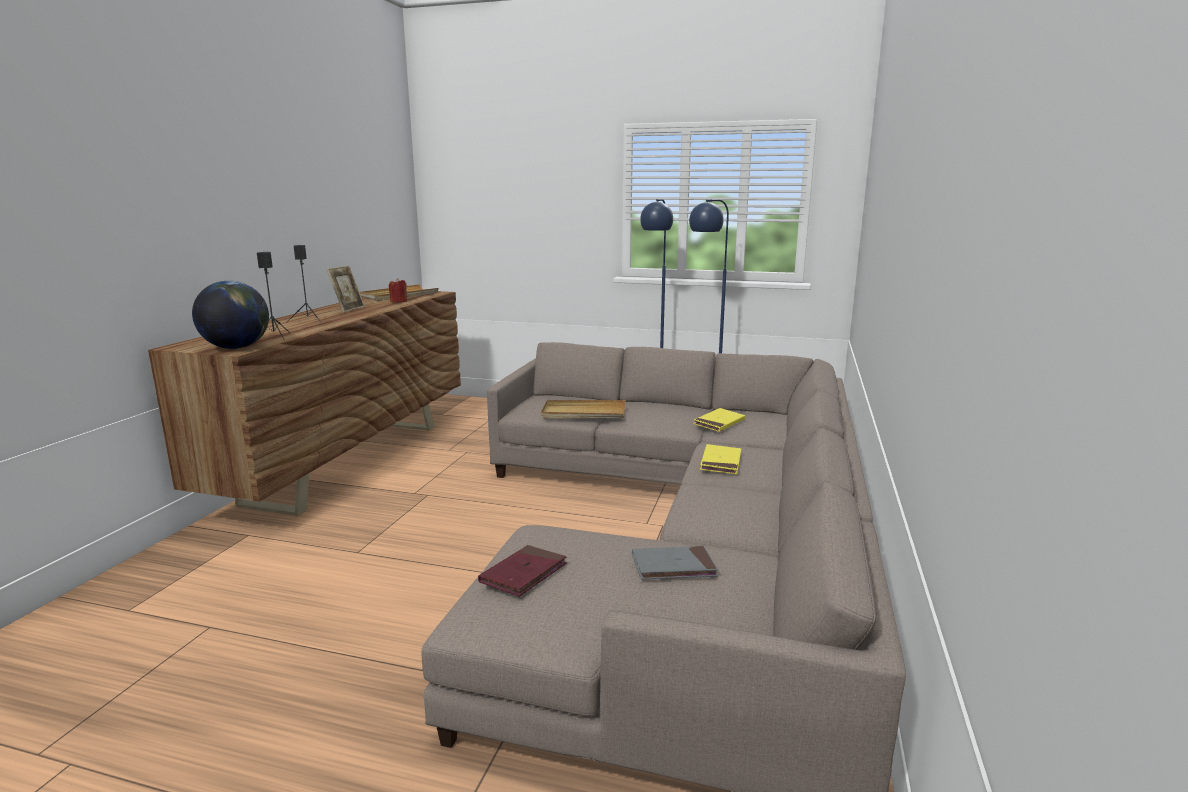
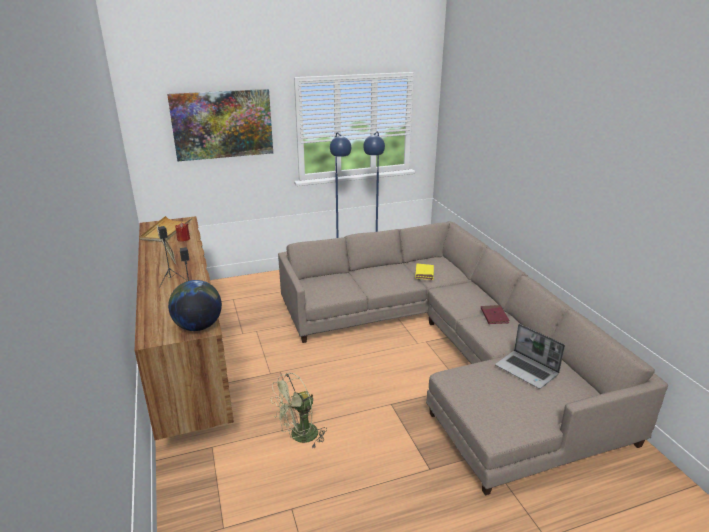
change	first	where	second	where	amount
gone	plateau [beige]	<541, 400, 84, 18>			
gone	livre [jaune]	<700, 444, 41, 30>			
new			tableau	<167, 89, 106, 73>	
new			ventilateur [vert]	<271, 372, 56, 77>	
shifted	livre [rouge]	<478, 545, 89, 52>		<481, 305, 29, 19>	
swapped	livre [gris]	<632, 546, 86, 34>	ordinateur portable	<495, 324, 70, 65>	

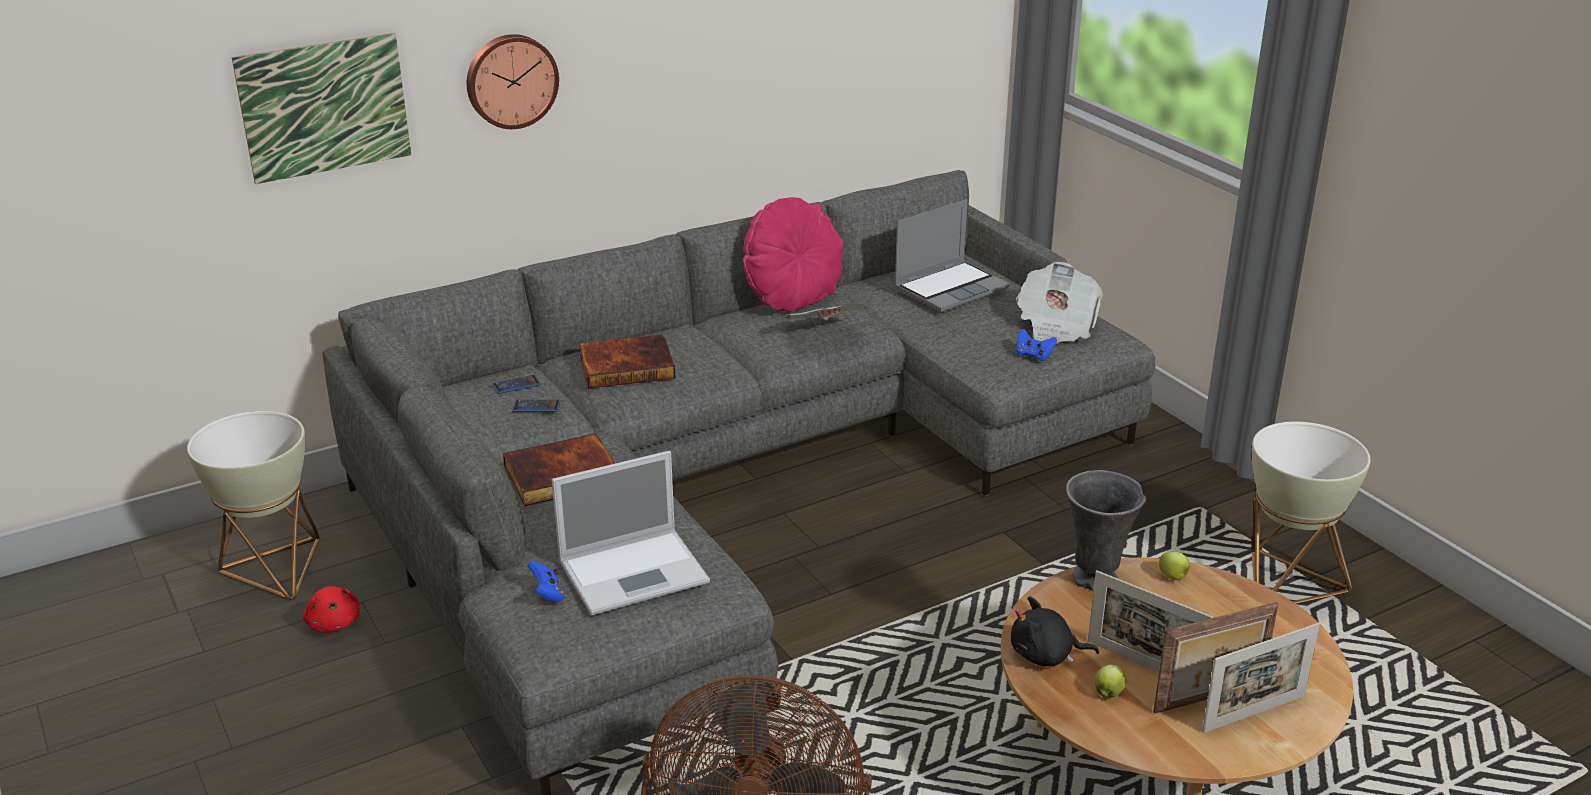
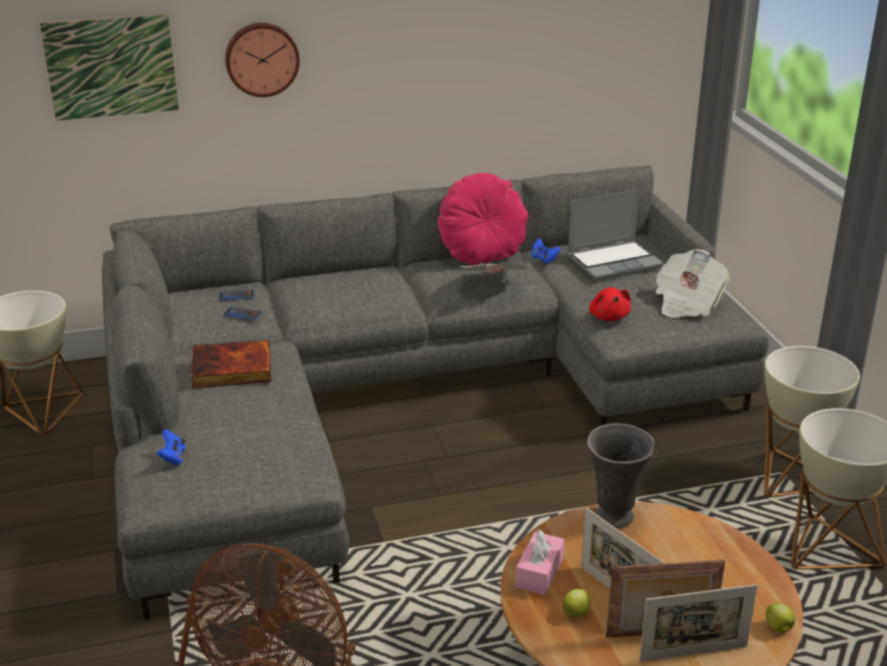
change	first	where	second	where	amount
gone	ordinateur portable	<552, 451, 158, 165>			
gone	livre	<579, 334, 97, 54>			
new			cache-pot	<764, 346, 96, 151>	
shifted	peluche [rouge]	<303, 586, 57, 47>		<589, 288, 42, 33>	
shifted	manette [bleu]	<1016, 329, 41, 32>		<531, 238, 29, 26>	
shifted	pomme	<1159, 551, 31, 29>		<766, 603, 29, 30>	
swapped	peluche [noir]	<1011, 596, 88, 70>	boîte à mouchoirs [rose]	<515, 529, 49, 66>	

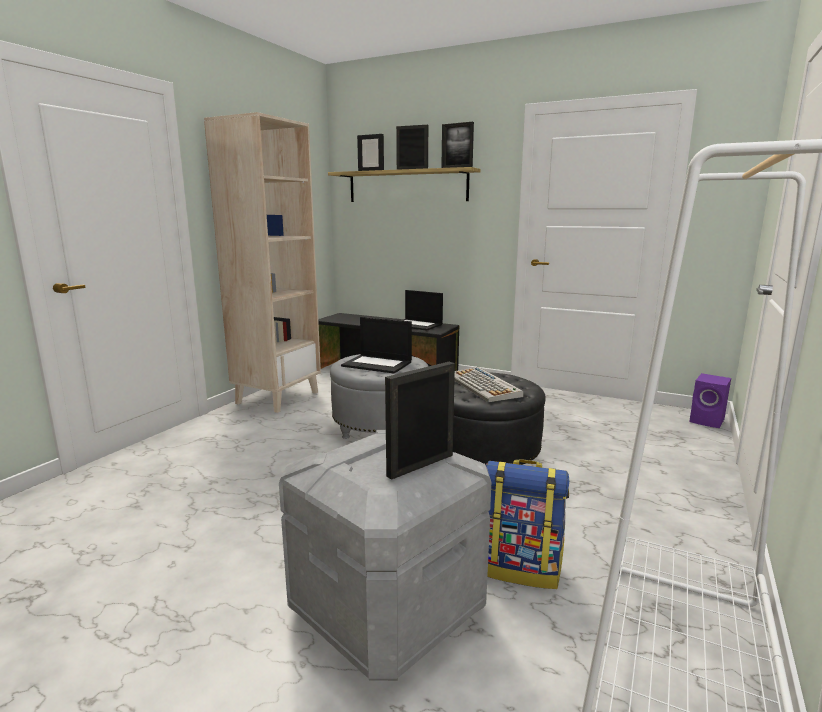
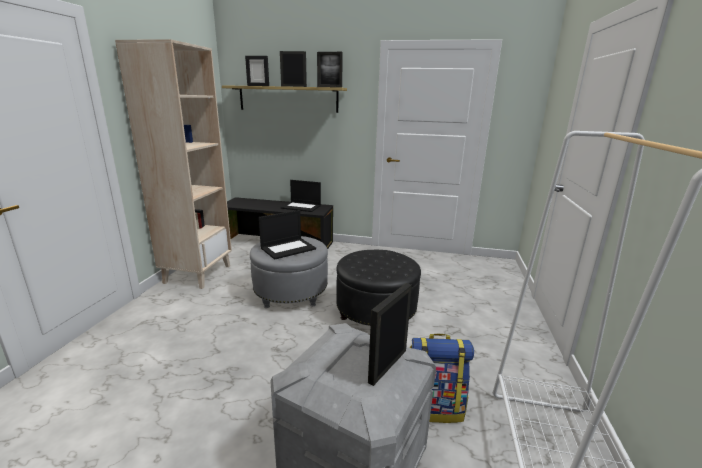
change	first	where	second	where	amount
gone	clavier	<454, 367, 70, 35>			
gone	enceinte [violet]	<689, 373, 42, 55>			
rotated	ordinateur portable	<341, 317, 71, 57>		<259, 210, 57, 50>	45 degrees counterclockwise

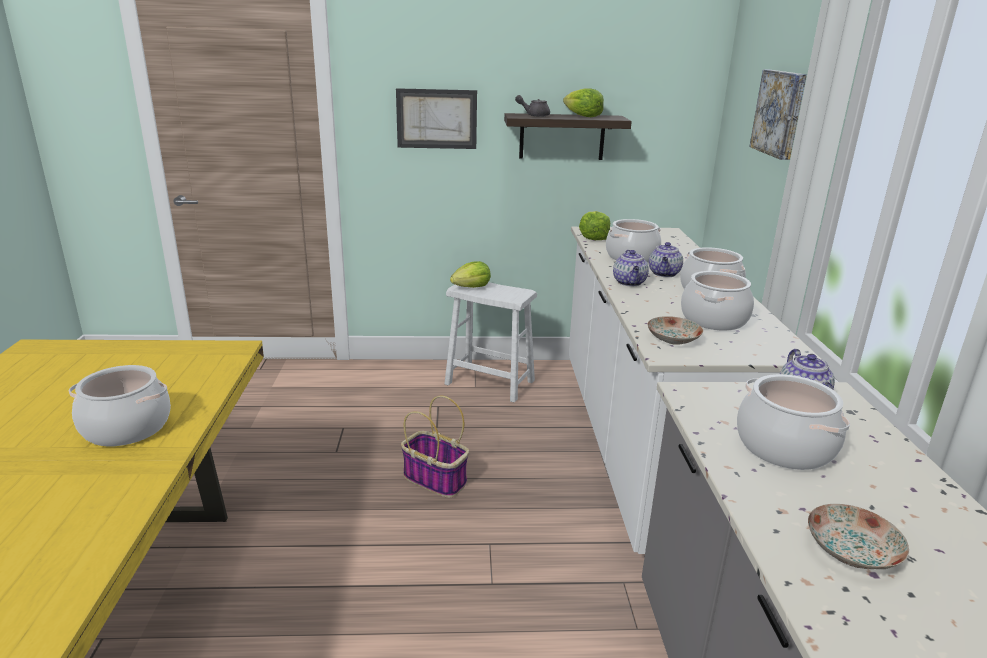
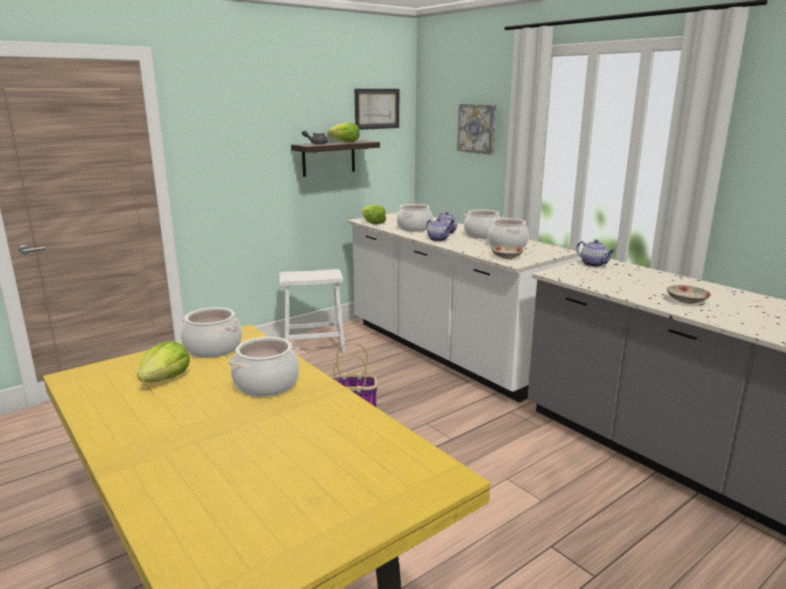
change	first	where	second	where	amount
shifted	tableau	<396, 88, 81, 61>		<355, 89, 44, 41>	
shifted	laitue	<450, 261, 41, 27>		<137, 341, 53, 41>	
shifted	marmite	<737, 374, 113, 96>		<181, 307, 61, 51>	

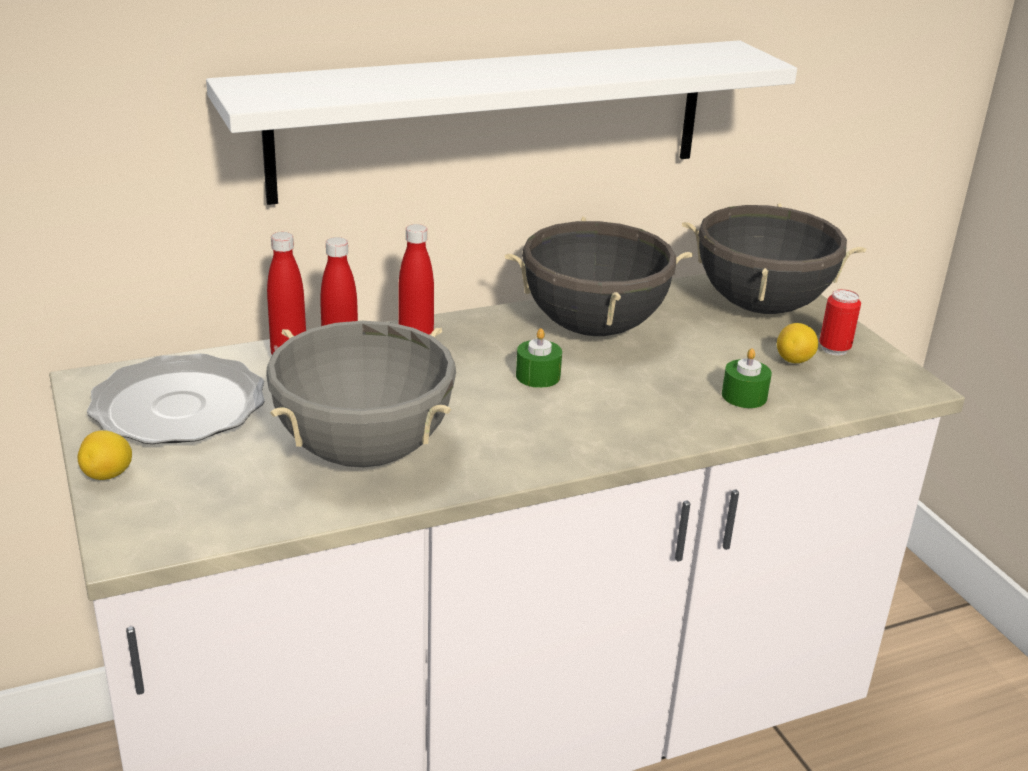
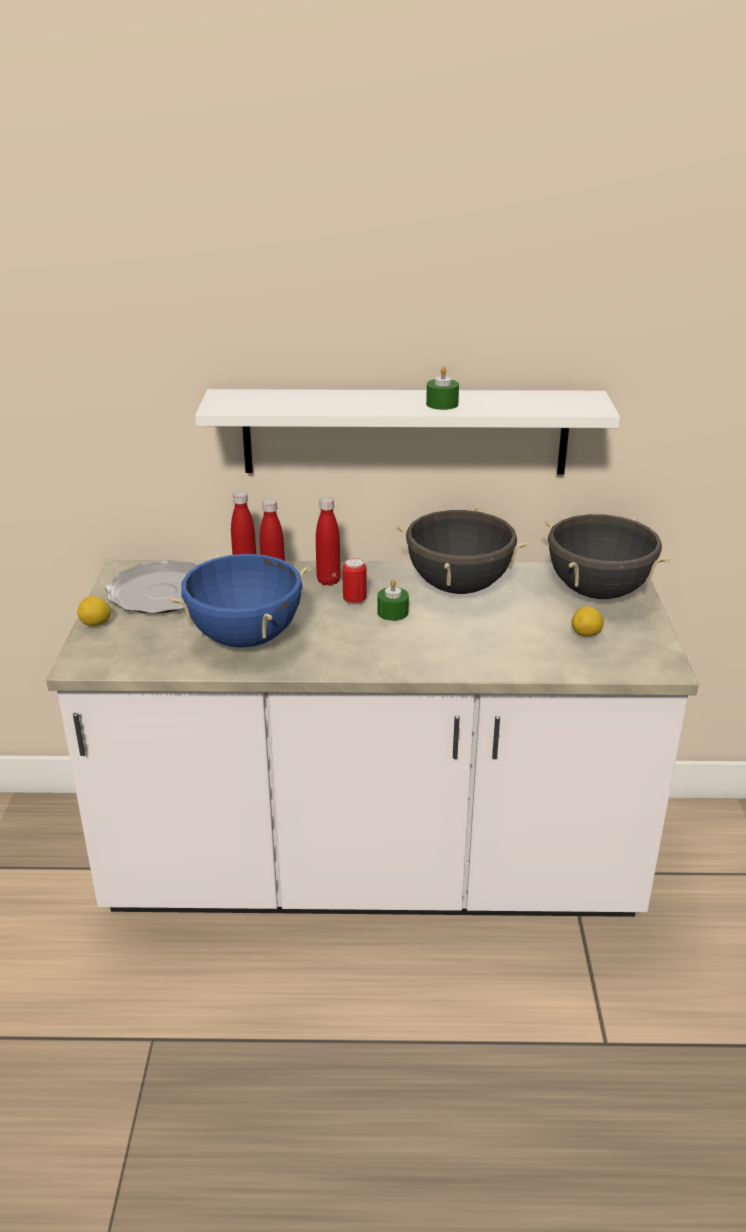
change	first	where	second	where	amount
shifted	bougie [vert]	<722, 348, 50, 60>		<426, 366, 33, 44>	
shifted	boîte métallique	<819, 289, 42, 67>		<342, 558, 24, 48>	
repainted	marmite [gris]	<266, 321, 190, 146>	marmite [bleu]	<169, 553, 142, 95>	

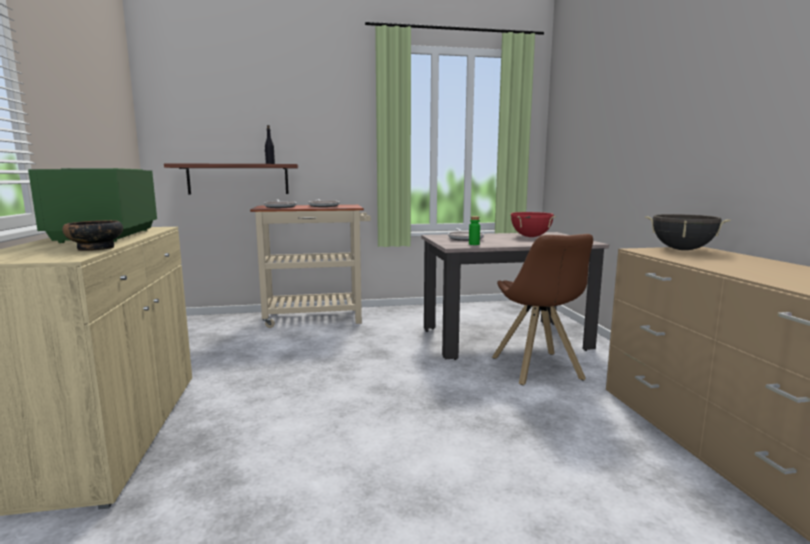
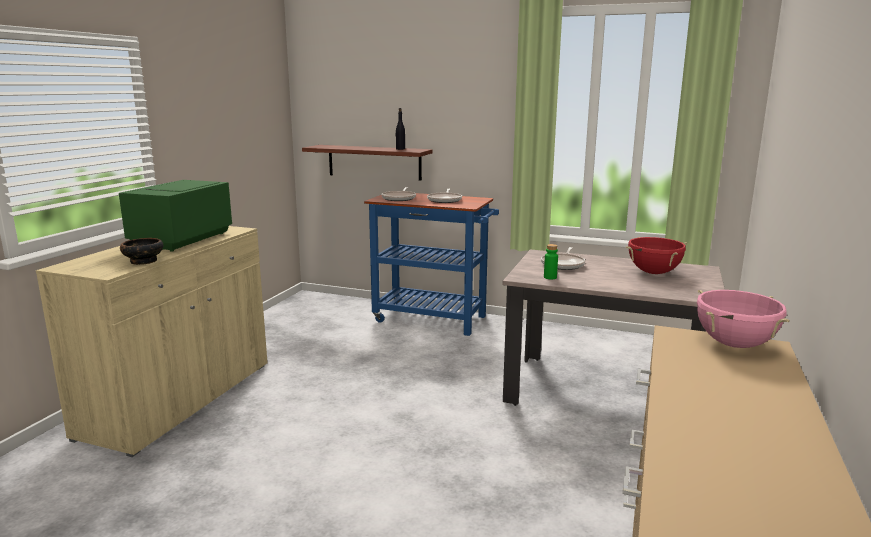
change	first	where	second	where	amount
gone	chaise [marron]	<492, 234, 101, 151>			
repainted	chariot [beige]	<250, 205, 121, 123>	chariot [bleu]	<364, 193, 135, 143>	
repainted	marmite [noir]	<645, 214, 86, 36>	marmite [rose]	<697, 290, 93, 58>	

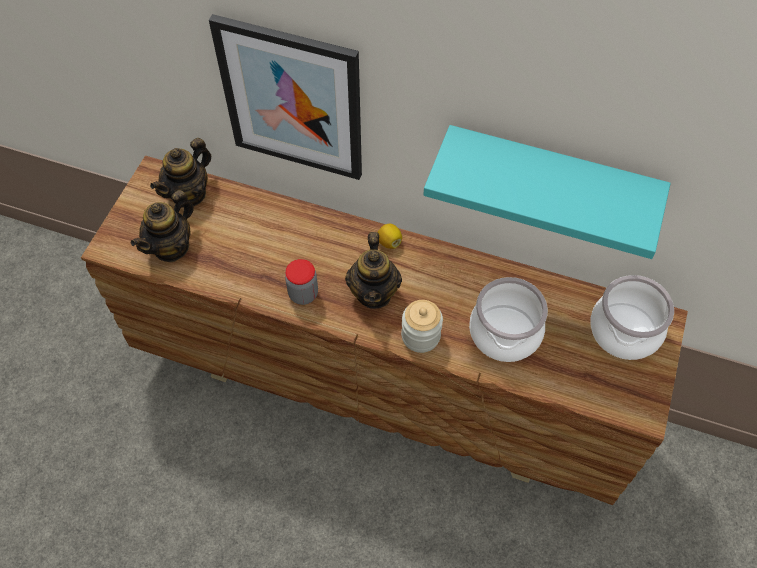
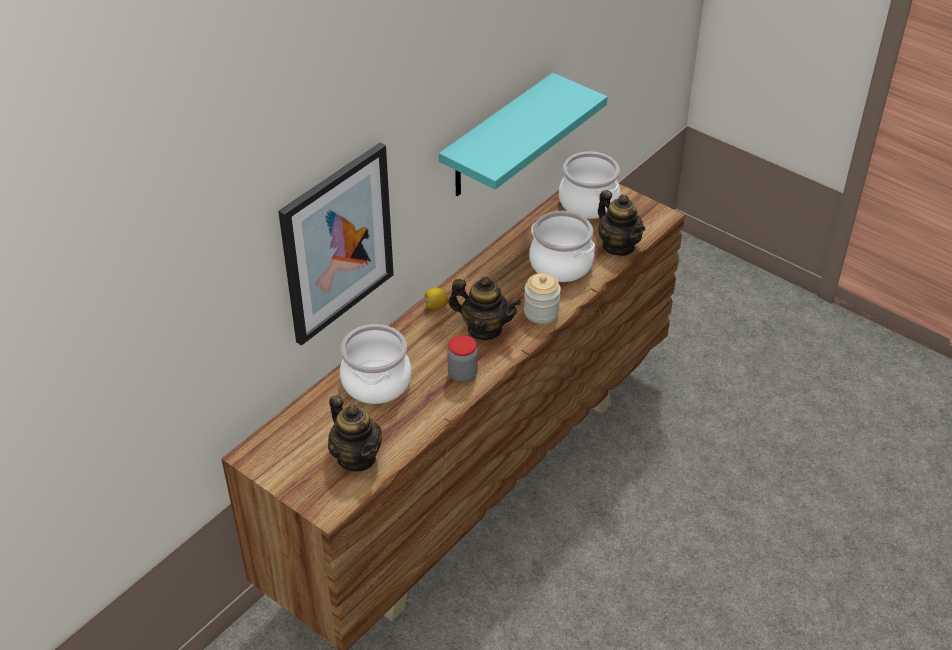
change	first	where	second	where	amount
new			marmite	<340, 324, 71, 80>	
shifted	théière	<150, 138, 61, 70>		<598, 190, 47, 66>	

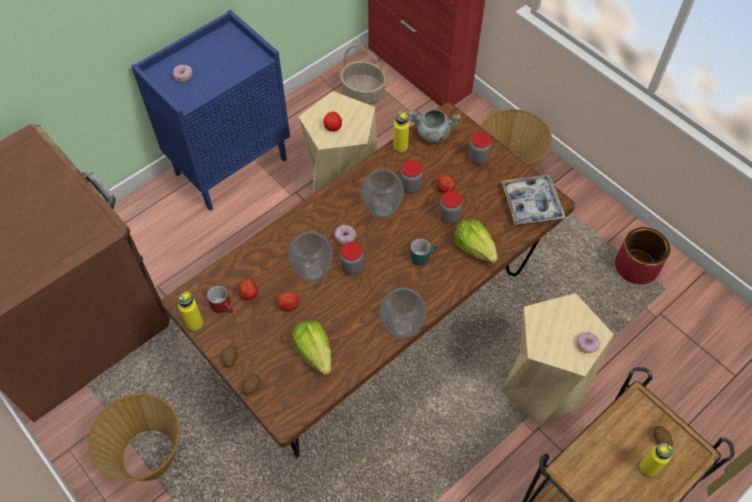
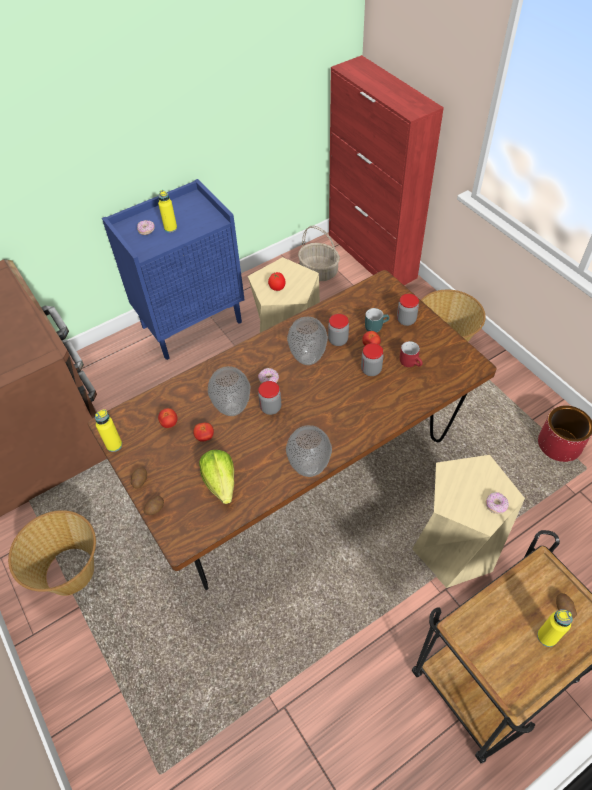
change	first	where	second	where	amount
gone	marmite [gris]	<409, 109, 52, 34>			
gone	laitue	<453, 219, 45, 44>			
gone	plateau	<501, 175, 65, 50>			
shifted	mug [rouge]	<207, 286, 26, 27>		<400, 341, 23, 26>	
shifted	bouteille [jaune]	<393, 111, 16, 42>		<158, 190, 19, 43>	
shifted	mug [turquoise]	<410, 239, 27, 27>		<365, 308, 24, 25>	

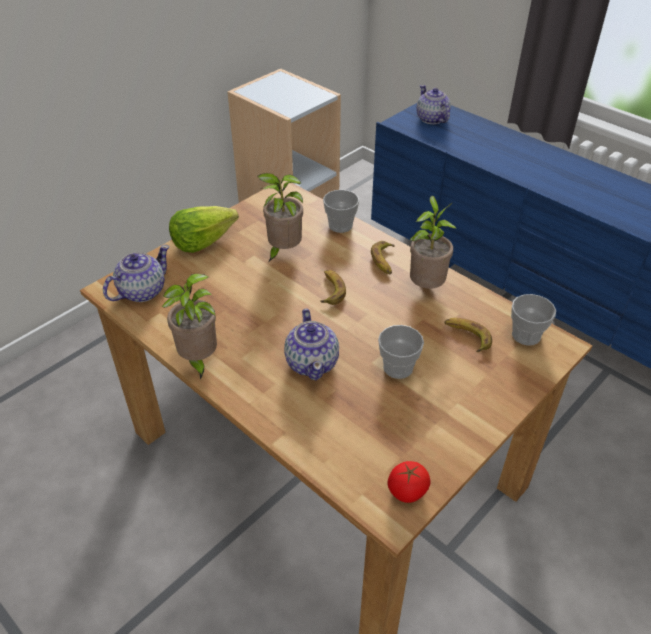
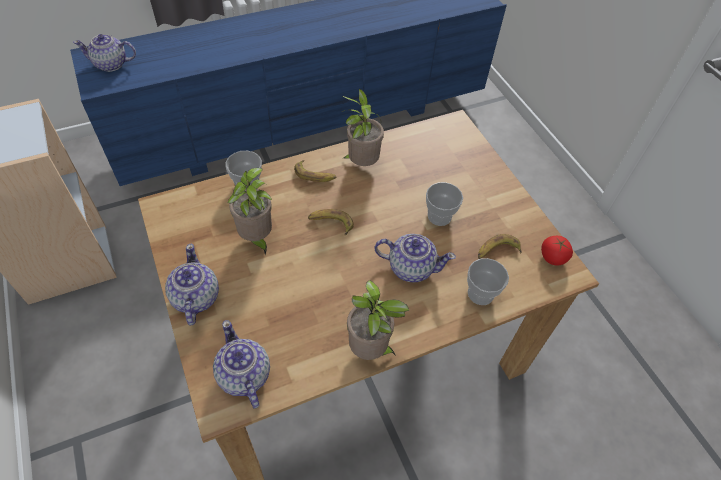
change	first	where	second	where	amount
shifted	banane	<445, 318, 47, 34>		<478, 234, 44, 25>	
shifted	tasse	<511, 294, 45, 52>		<467, 258, 42, 47>	
swapped	laitue	<169, 206, 70, 47>	théière	<165, 244, 54, 82>	

